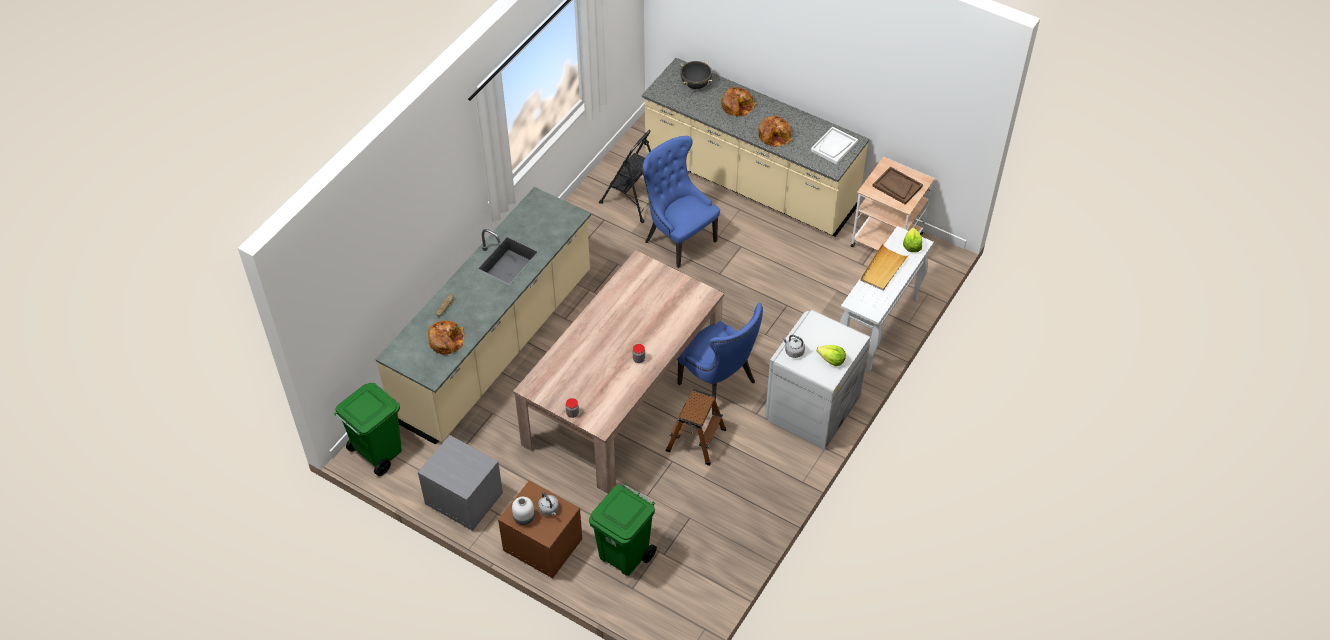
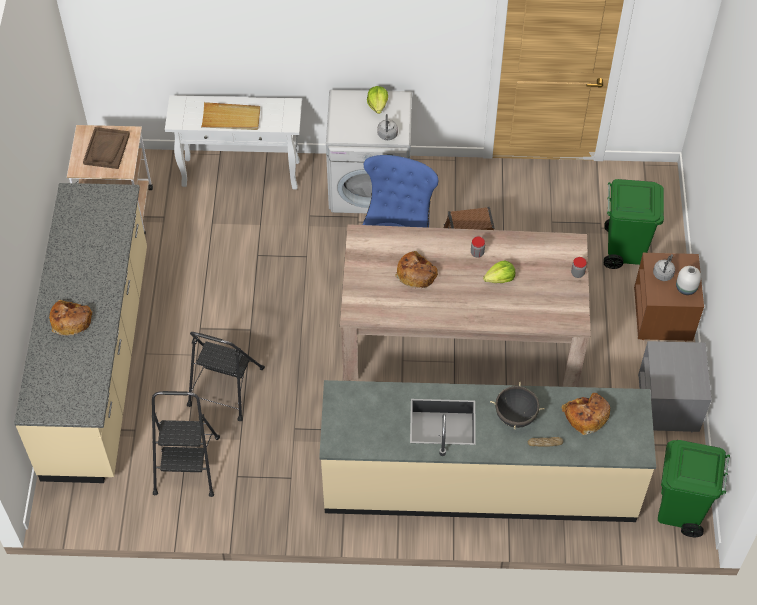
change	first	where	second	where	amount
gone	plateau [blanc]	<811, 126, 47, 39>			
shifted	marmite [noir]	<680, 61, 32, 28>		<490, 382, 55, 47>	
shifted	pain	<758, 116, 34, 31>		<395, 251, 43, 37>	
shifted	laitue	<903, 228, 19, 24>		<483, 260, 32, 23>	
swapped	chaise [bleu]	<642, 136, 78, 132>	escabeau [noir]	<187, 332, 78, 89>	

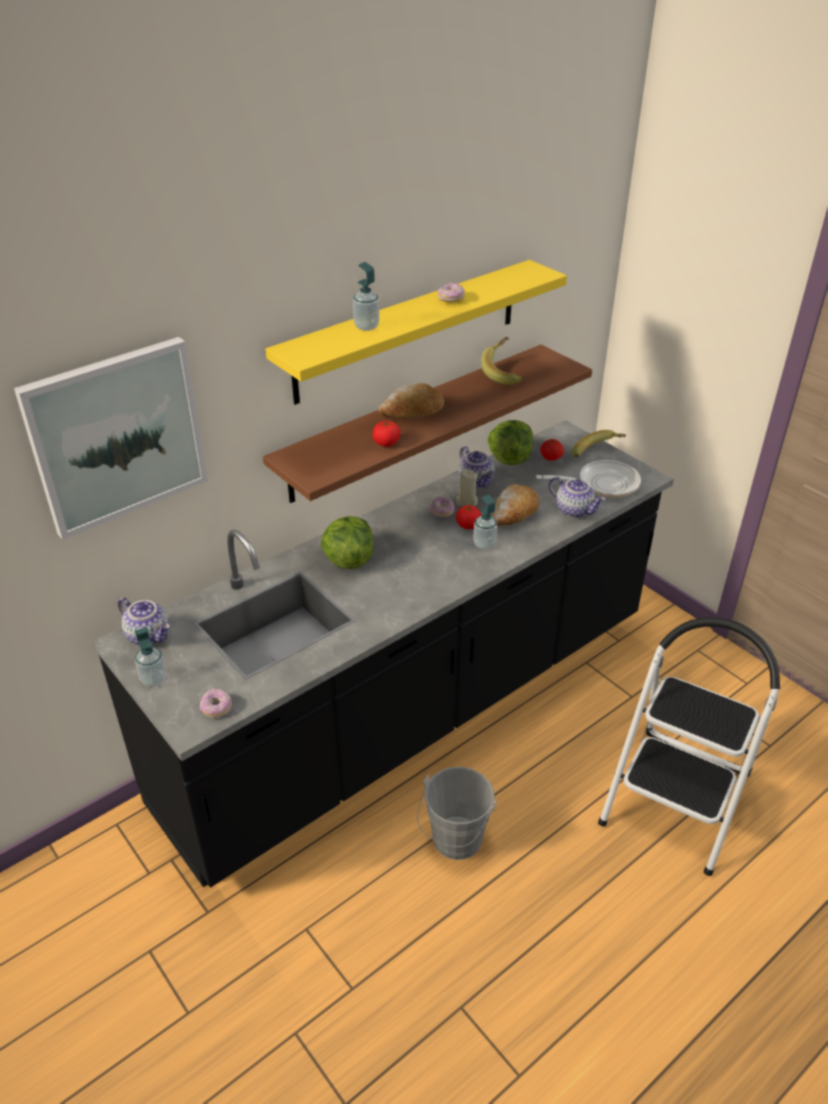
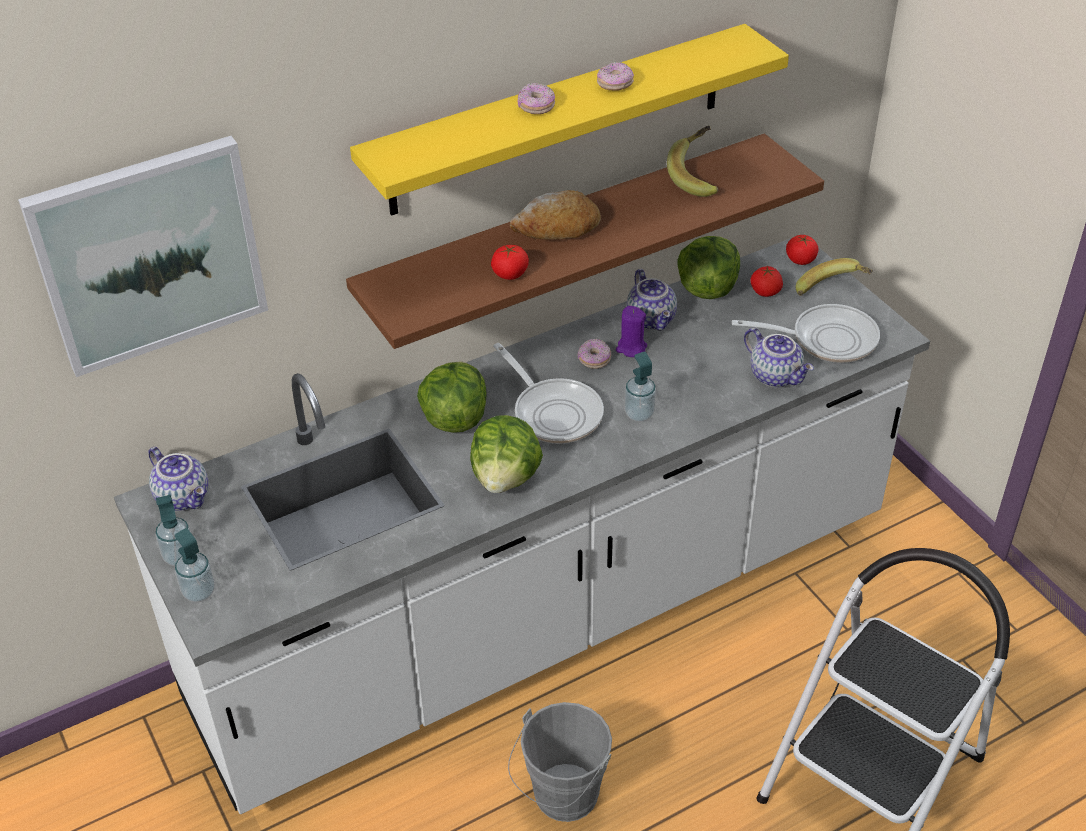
change	first	where	second	where	amount
gone	pain	<492, 484, 47, 42>			
new			laitue	<470, 415, 73, 78>	
new			poêle	<493, 343, 111, 101>	
shifted	beignet	<200, 688, 32, 30>		<518, 83, 37, 31>	
shifted	distributeur de savon	<353, 262, 26, 69>		<175, 528, 40, 75>	
shifted	tomate	<456, 505, 26, 24>		<786, 235, 33, 30>	
repainted	comptoir de cuisine [noir]	<92, 420, 582, 467>	comptoir de cuisine [blanc]	<114, 234, 816, 580>	
repainted	bougie [beige]	<456, 469, 22, 37>	bougie [violet]	<616, 306, 31, 51>	

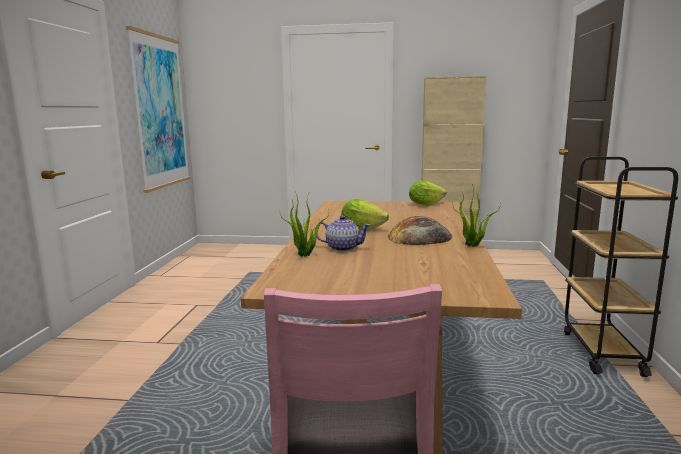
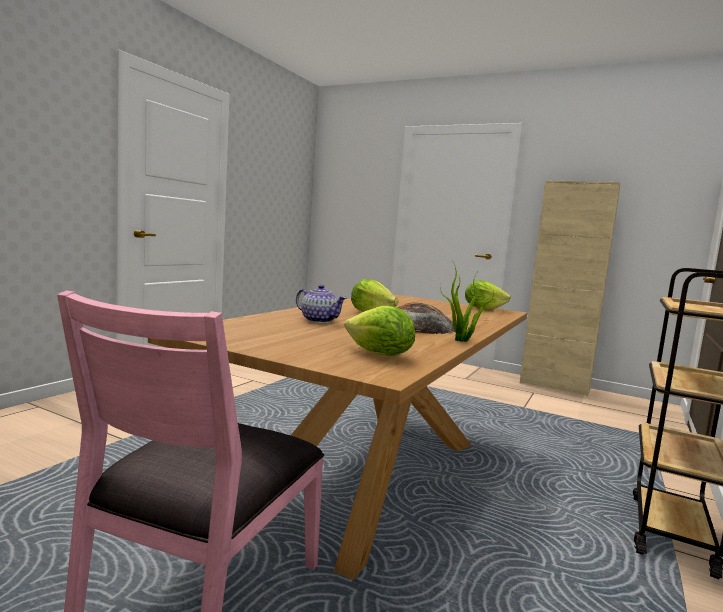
change	first	where	second	where	amount
gone	tableau	<126, 26, 64, 167>			
gone	plante en pot	<279, 196, 50, 61>			
new			laitue	<345, 306, 70, 50>	

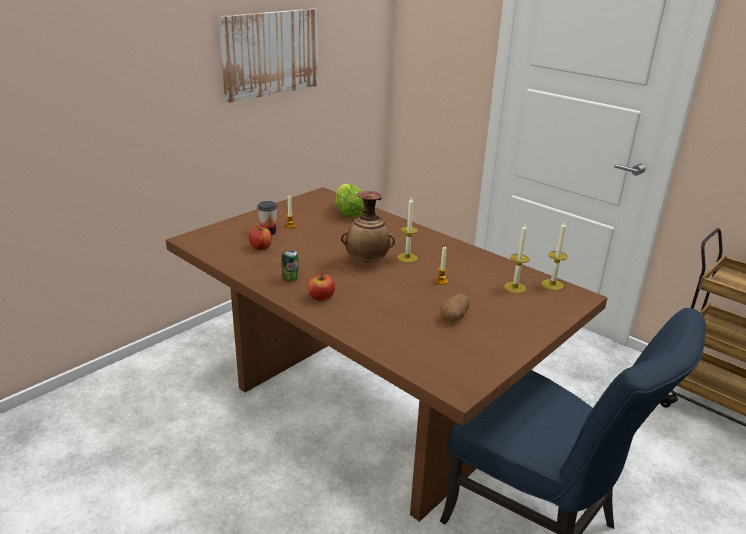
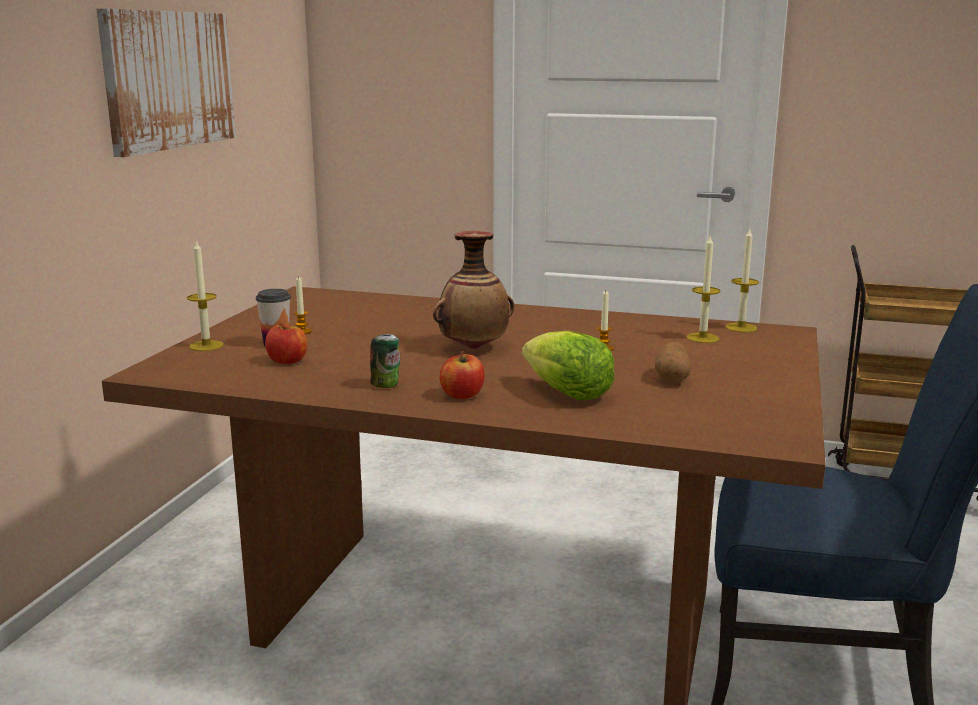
change	first	where	second	where	amount
shifted	laitue	<336, 183, 28, 35>		<522, 331, 93, 70>	
shifted	bougie	<397, 198, 21, 65>		<187, 240, 37, 111>	

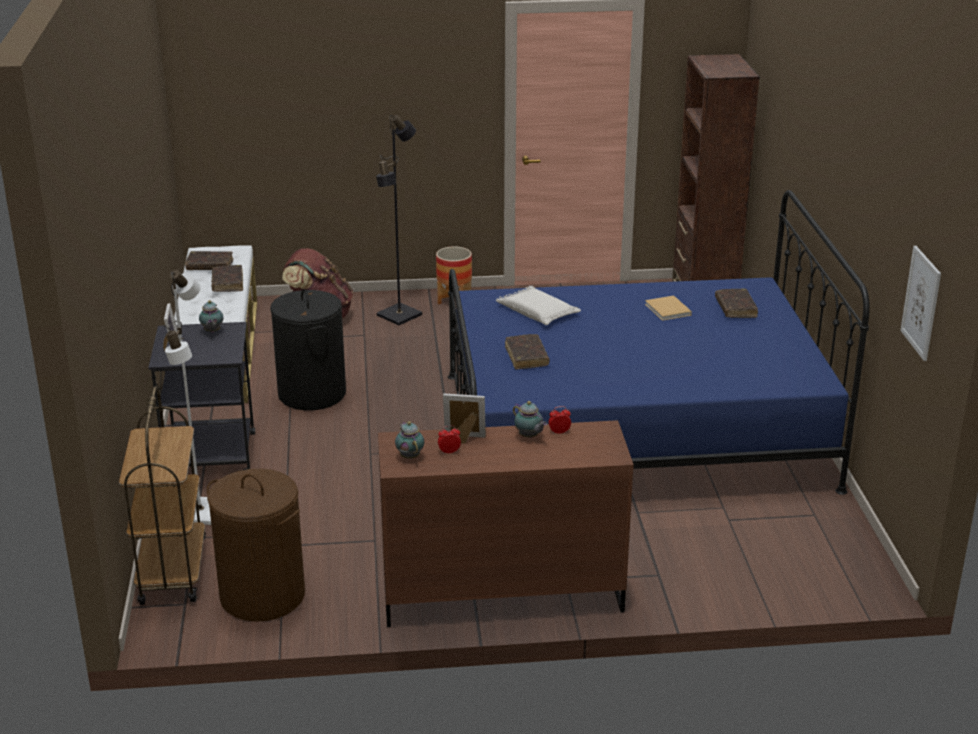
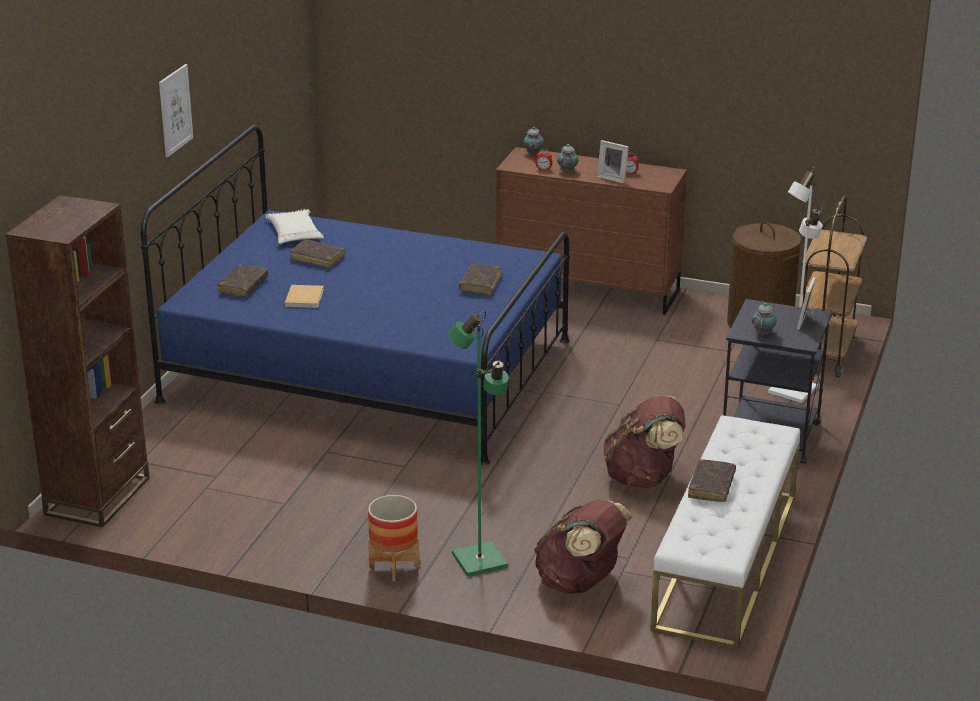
change	first	where	second	where	amount
shifted	livre [marron]	<185, 251, 48, 19>		<290, 239, 55, 29>	
shifted	théière	<395, 421, 29, 38>		<523, 127, 21, 28>	
shifted	coussin [blanc]	<496, 285, 85, 40>		<265, 209, 59, 35>	
shifted	tableau	<900, 246, 41, 115>		<159, 64, 34, 93>	
swapped	panier à linge [noir]	<270, 289, 76, 121>	sac à dos [marron]	<603, 395, 83, 93>	
repainted	lampadaire [noir]	<376, 115, 46, 210>	lampadaire [vert]	<448, 311, 61, 266>	

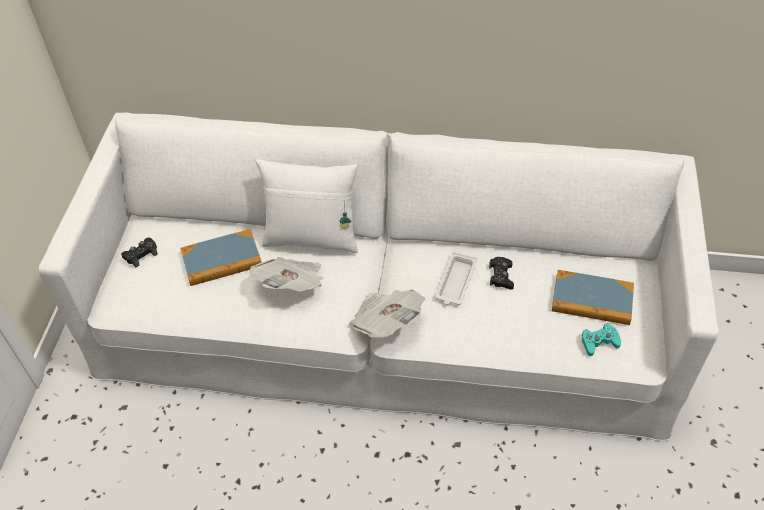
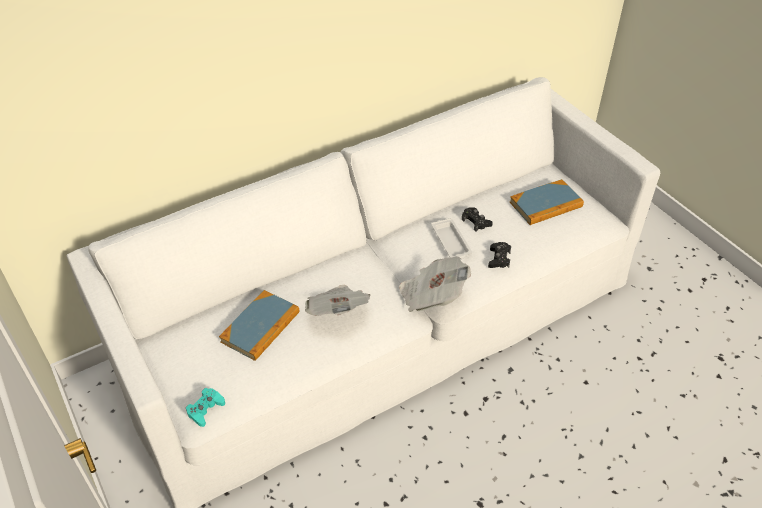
change	first	where	second	where	amount
gone	coussin [blanc]	<256, 159, 102, 94>			
shifted	manette [noir]	<121, 238, 37, 29>		<488, 242, 23, 26>	
shifted	manette [turquoise]	<582, 323, 39, 33>		<186, 388, 39, 39>	

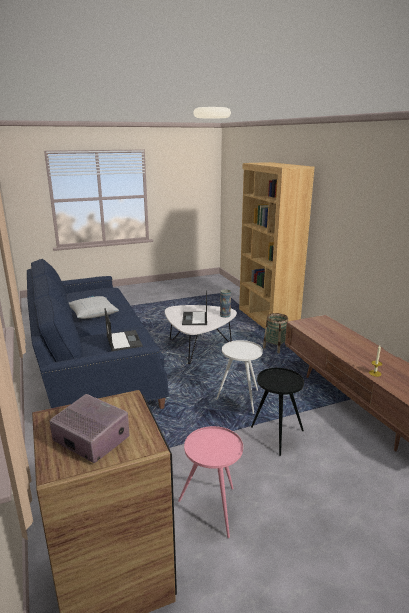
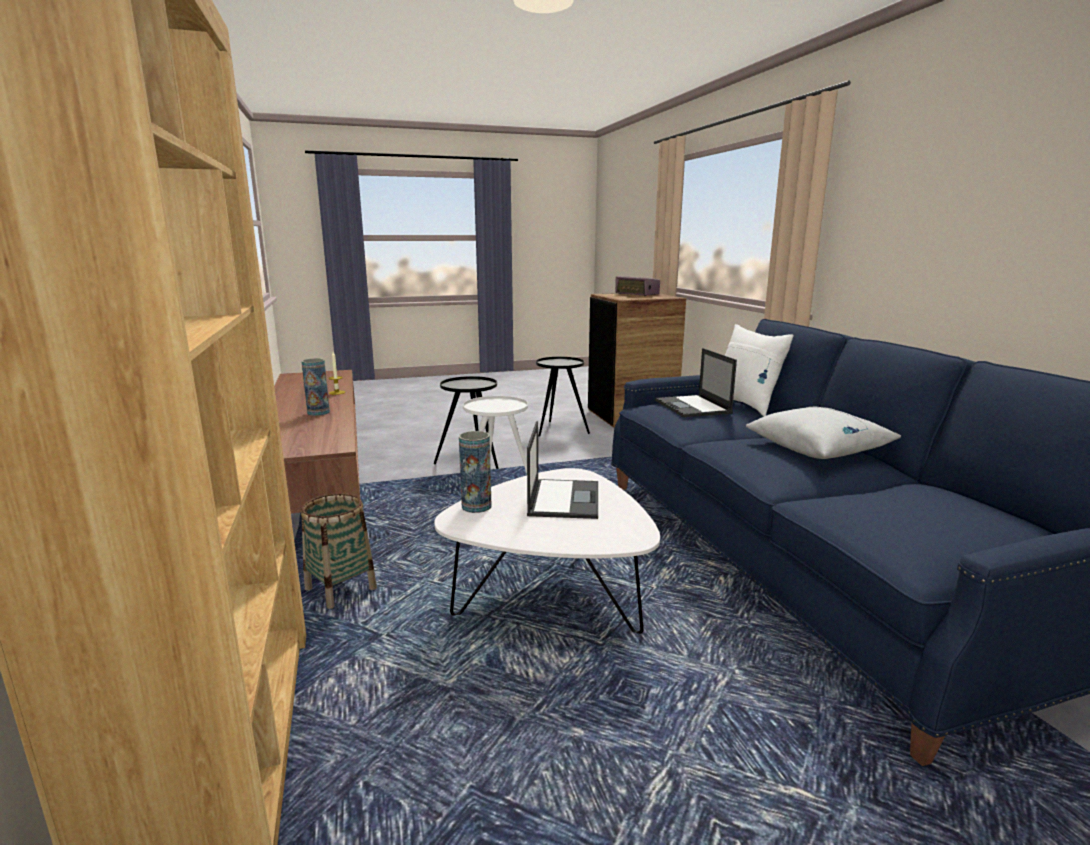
change	first	where	second	where	amount
new			vase	<301, 358, 29, 58>	
new			coussin [blanc]	<725, 324, 69, 92>	
repainted	table d'appoint [rose]	<178, 426, 65, 112>	table d'appoint [noir]	<536, 357, 54, 80>	

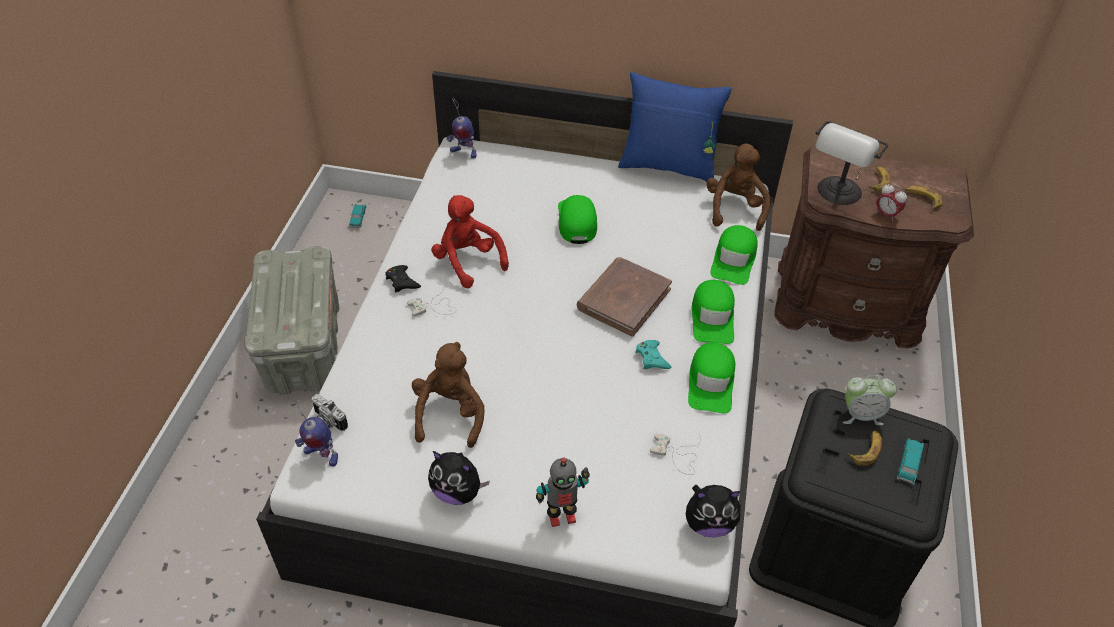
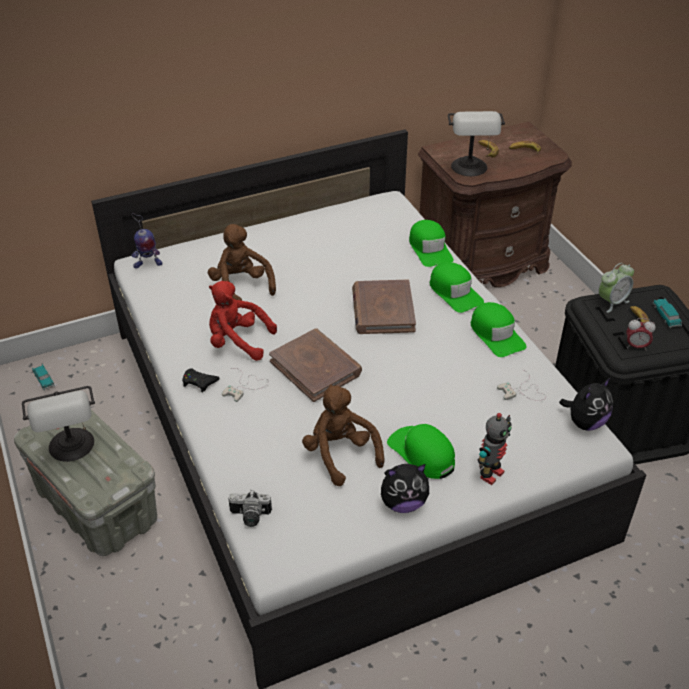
change	first	where	second	where	amount
gone	robot jouet	<295, 402, 43, 65>			
gone	coussin [bleu]	<618, 72, 114, 110>			
gone	manette [turquoise]	<636, 340, 36, 29>			
new			lampe de table	<22, 386, 73, 76>	
new			livre [marron]	<269, 328, 93, 74>	
shifted	casquette [vert]	<558, 195, 39, 49>		<387, 424, 68, 55>	
shifted	peluche [marron]	<706, 144, 65, 87>		<208, 224, 68, 77>	
shifted	réveil	<876, 183, 31, 39>		<627, 318, 29, 31>	

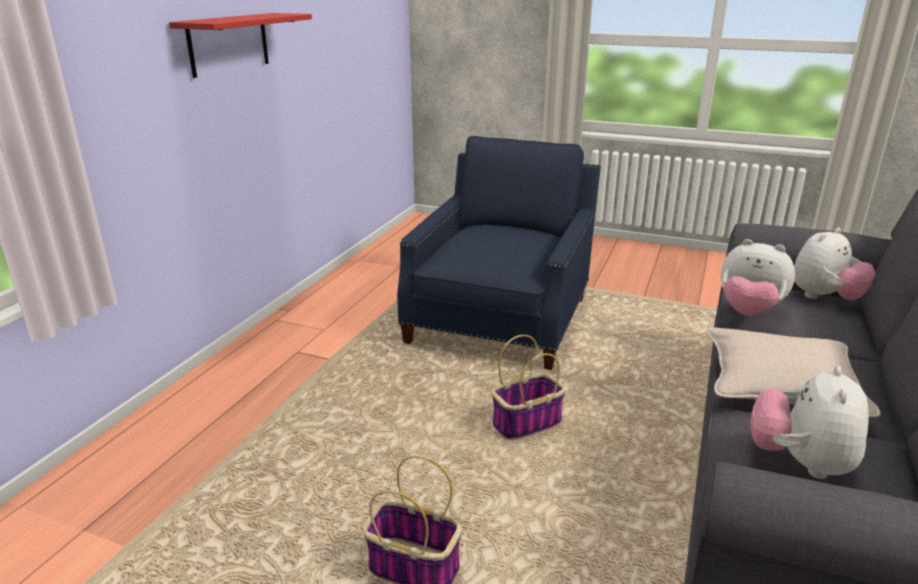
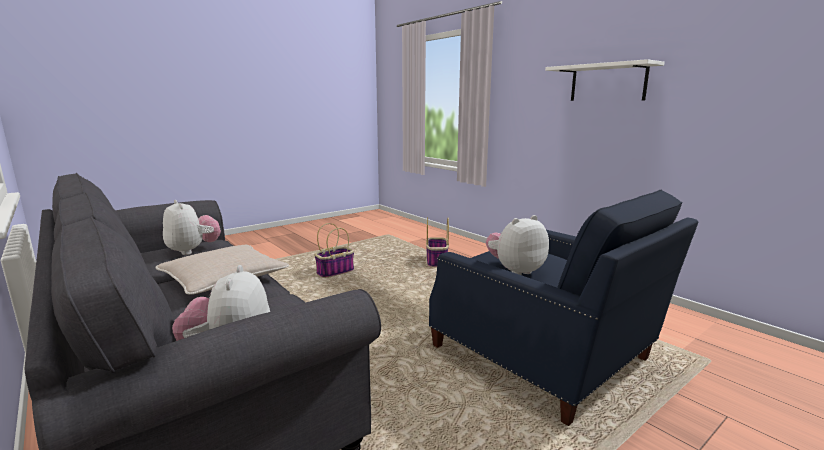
change	first	where	second	where	amount
shifted	panier	<492, 335, 74, 105>		<426, 217, 23, 50>	
shifted	peluche	<721, 239, 74, 77>		<486, 215, 63, 60>	
repainted	étagère [rouge]	<169, 13, 143, 65>	étagère [blanc]	<545, 59, 120, 42>	

